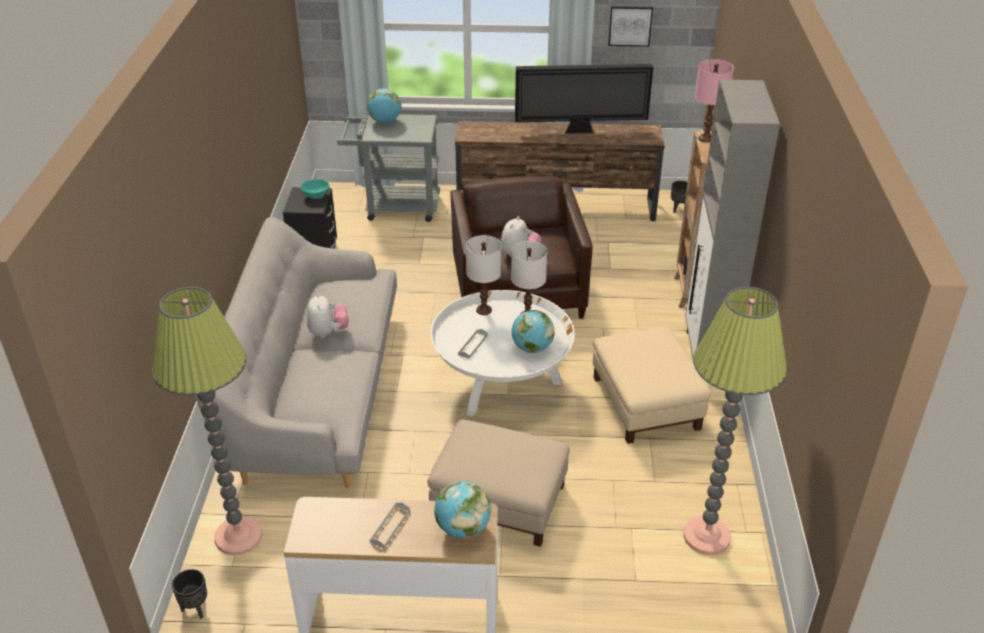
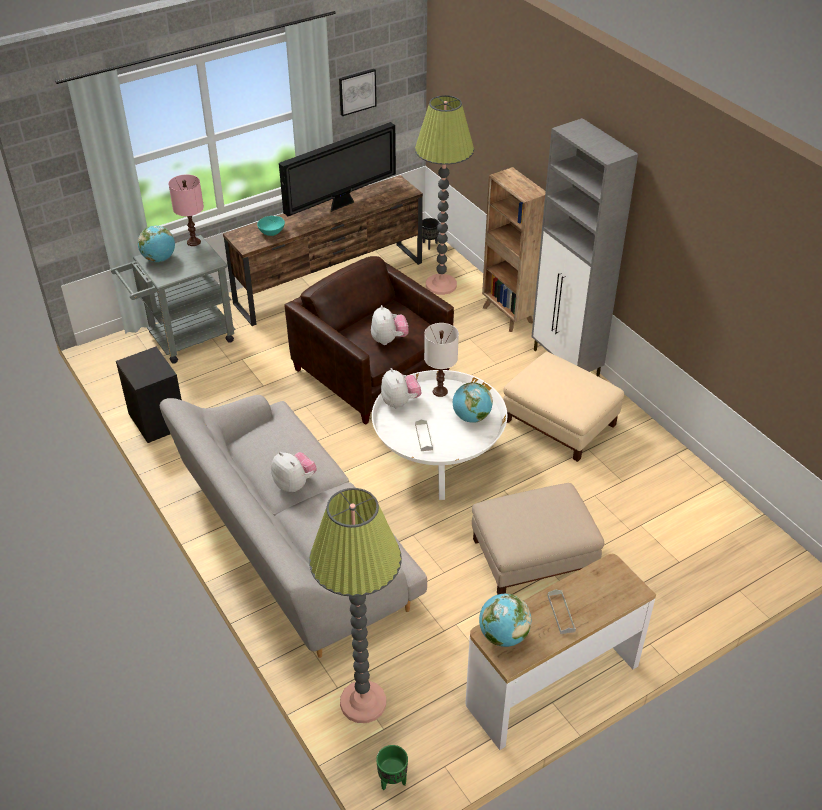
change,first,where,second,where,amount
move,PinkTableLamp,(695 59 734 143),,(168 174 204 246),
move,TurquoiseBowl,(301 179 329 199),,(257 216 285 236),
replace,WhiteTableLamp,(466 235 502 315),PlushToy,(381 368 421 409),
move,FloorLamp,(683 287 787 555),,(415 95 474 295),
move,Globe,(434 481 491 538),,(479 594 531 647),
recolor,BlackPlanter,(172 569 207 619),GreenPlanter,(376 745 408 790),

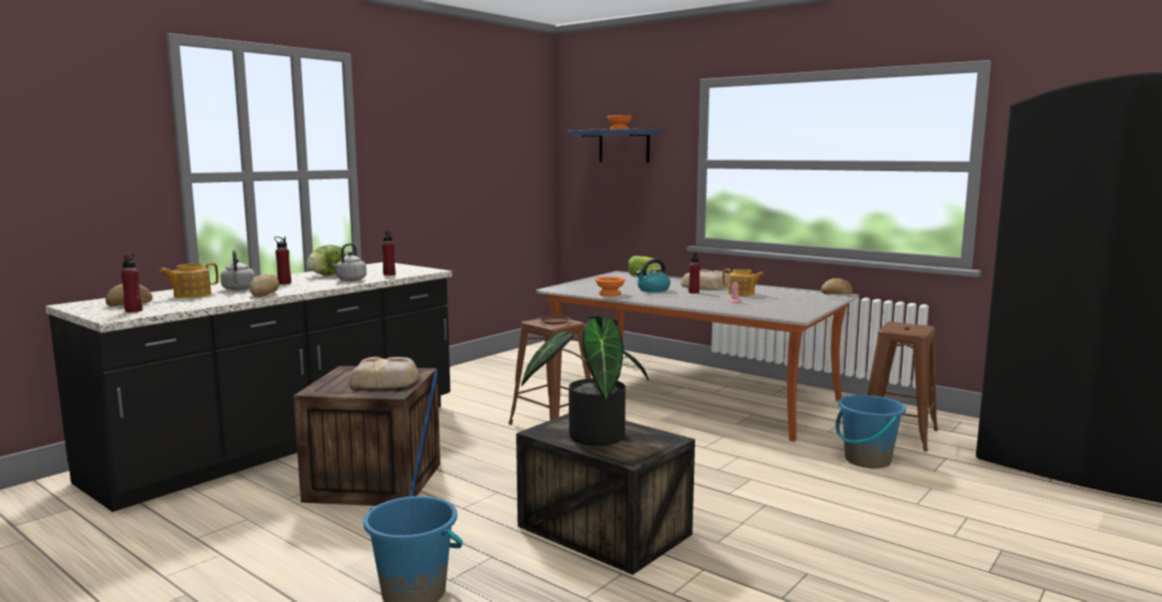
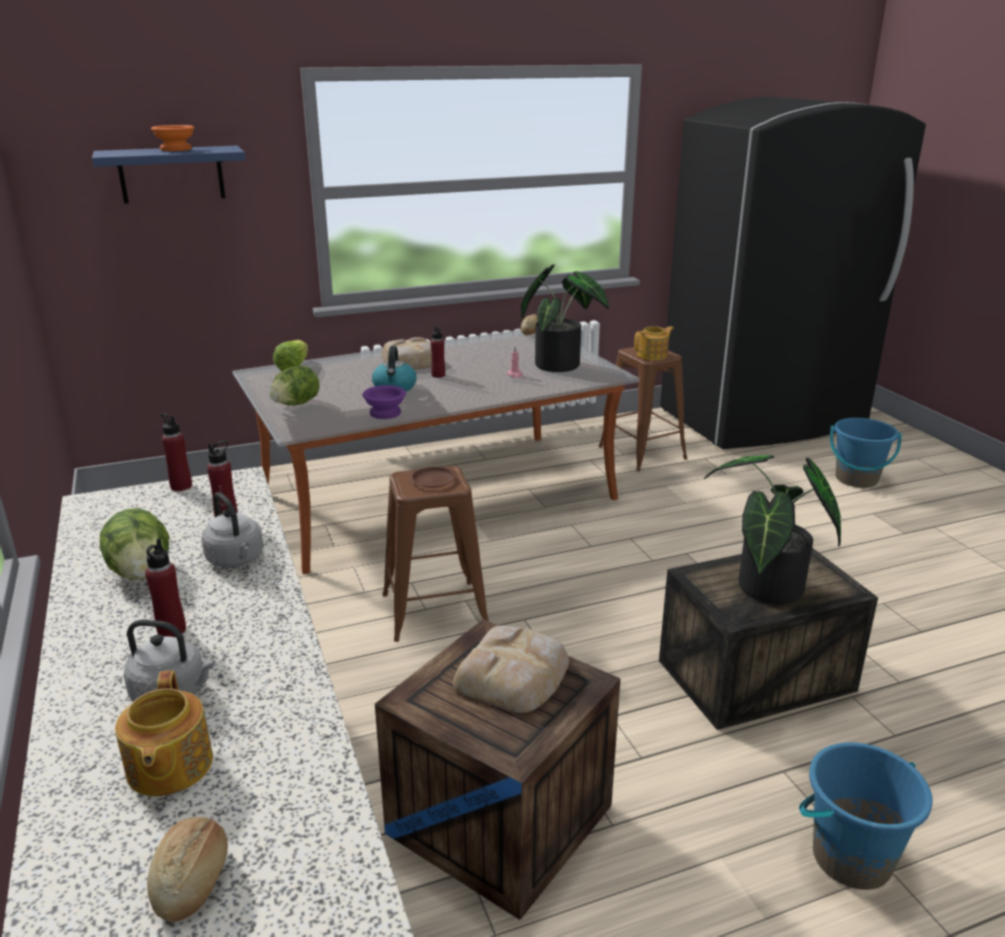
change,first,where,second,where,amount
move,RedBottle,(121 254 142 312),,(161 413 192 491),
move,Teapot,(722 269 764 296),,(634 326 674 360),
delete,Bread,(250 274 279 297),,,
recolor,OrangeBowl,(595 276 625 296),PurpleBowl,(363 385 406 419),
move,BlueBucket,(835 395 906 468),,(830 418 902 488),
insert,,,PottedPlant,(521 264 609 372),
insert,,,Lettuce,(269 366 320 405),

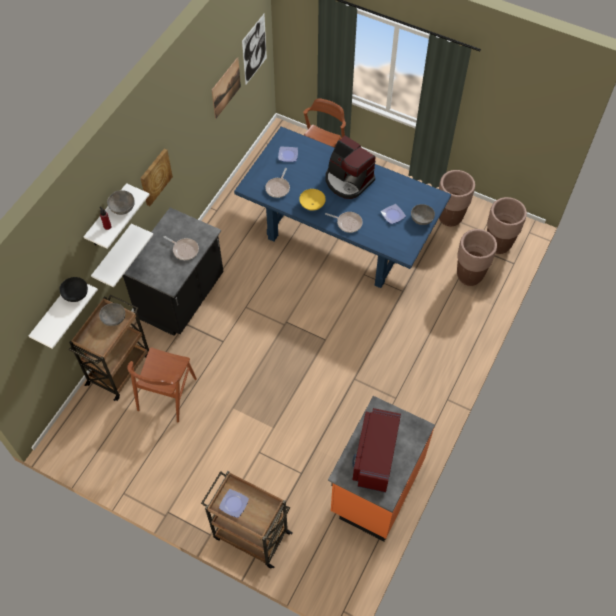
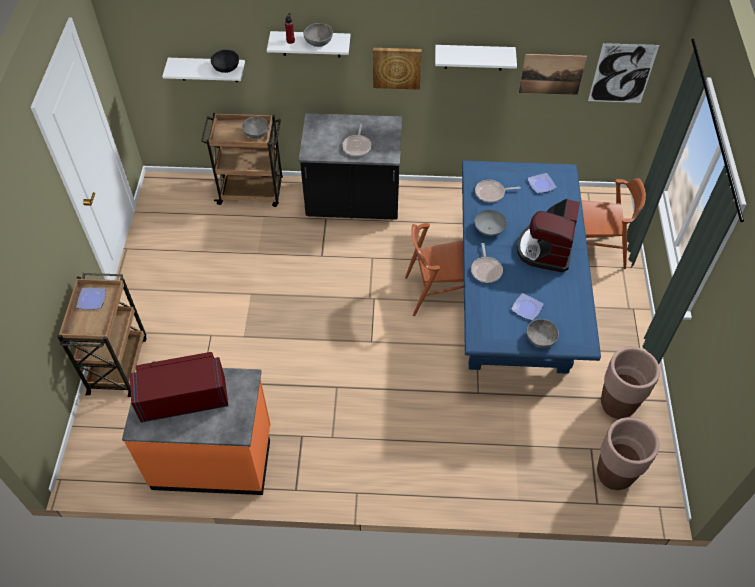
change,first,where,second,where,amount
recolor,YellowBowl,(299 189 326 211),GreyBowl,(474 210 507 236),
move,WhiteShelf,(91 224 153 288),,(435 45 517 71),
delete,BrownPlanter,(457 229 497 286),,,
move,BrownChair,(127 347 197 423),,(405 223 464 316),

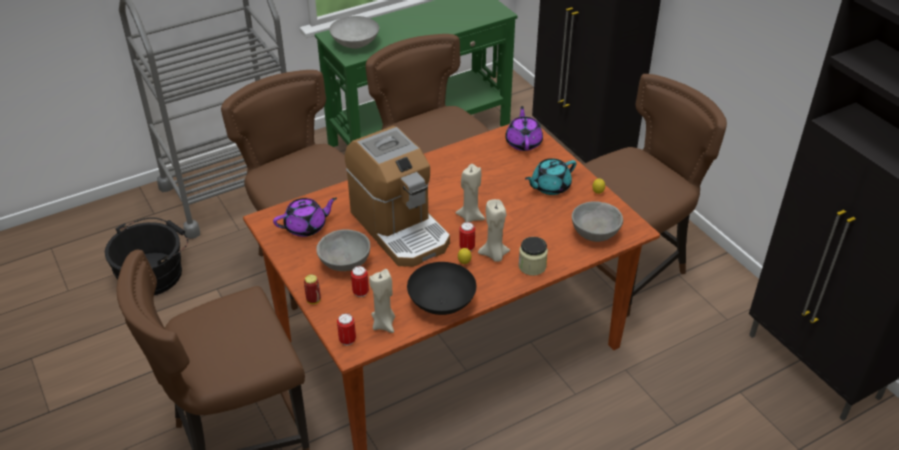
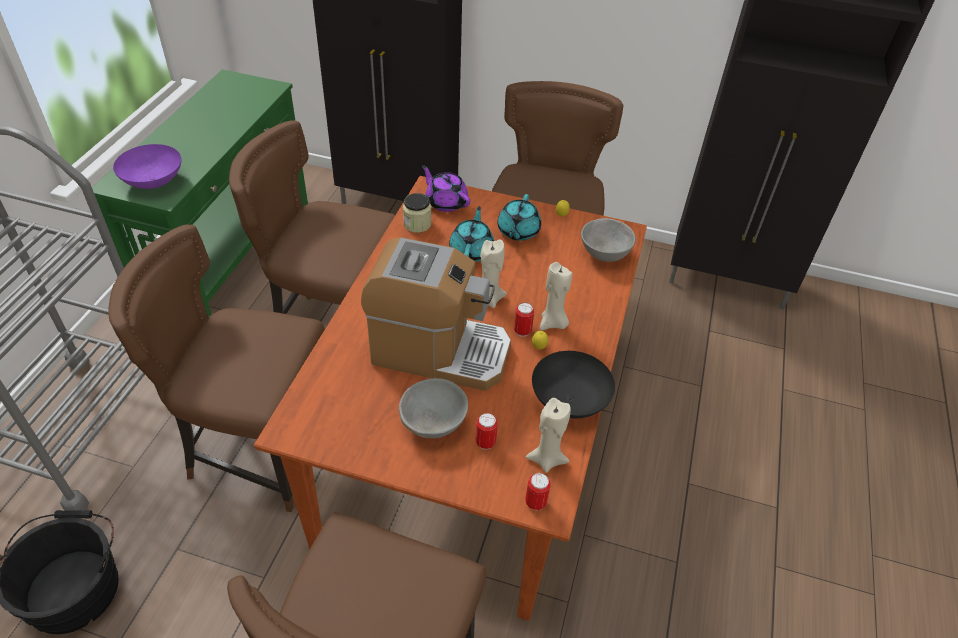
change,first,where,second,where,amount
recolor,GreyBowl,(329 16 379 49),PurpleBowl,(113 144 181 189),
delete,PurpleTeapot,(273 198 337 237),,,
move,Jar,(518 237 548 276),,(403 193 432 233),
delete,Can,(304 274 321 304),,,
insert,,,TurquoiseTeapot,(449 206 494 262),

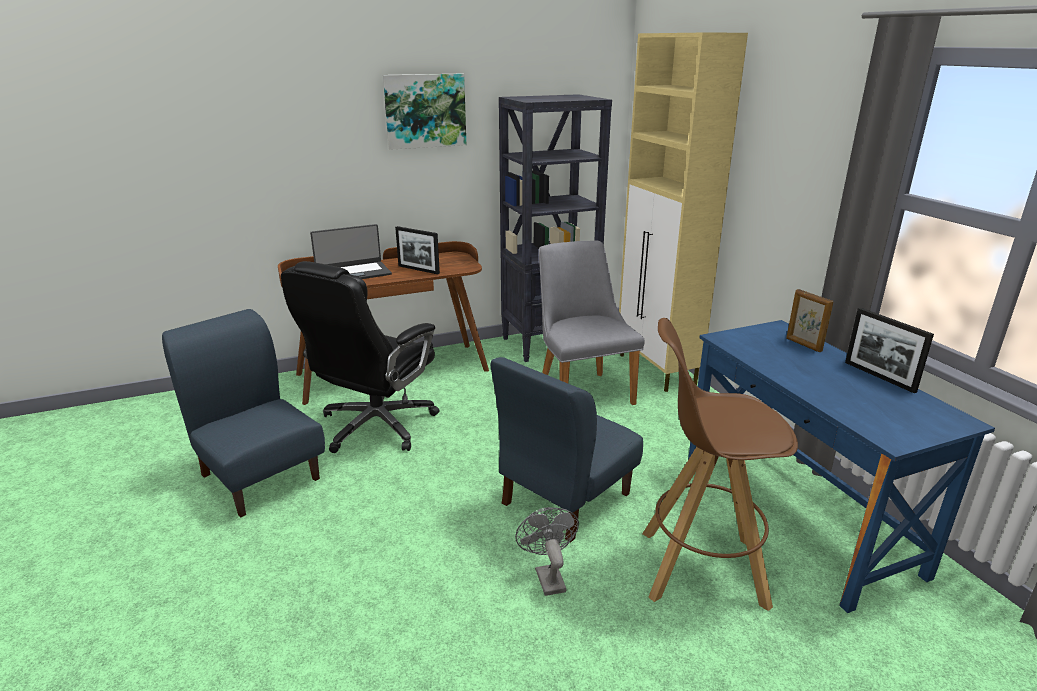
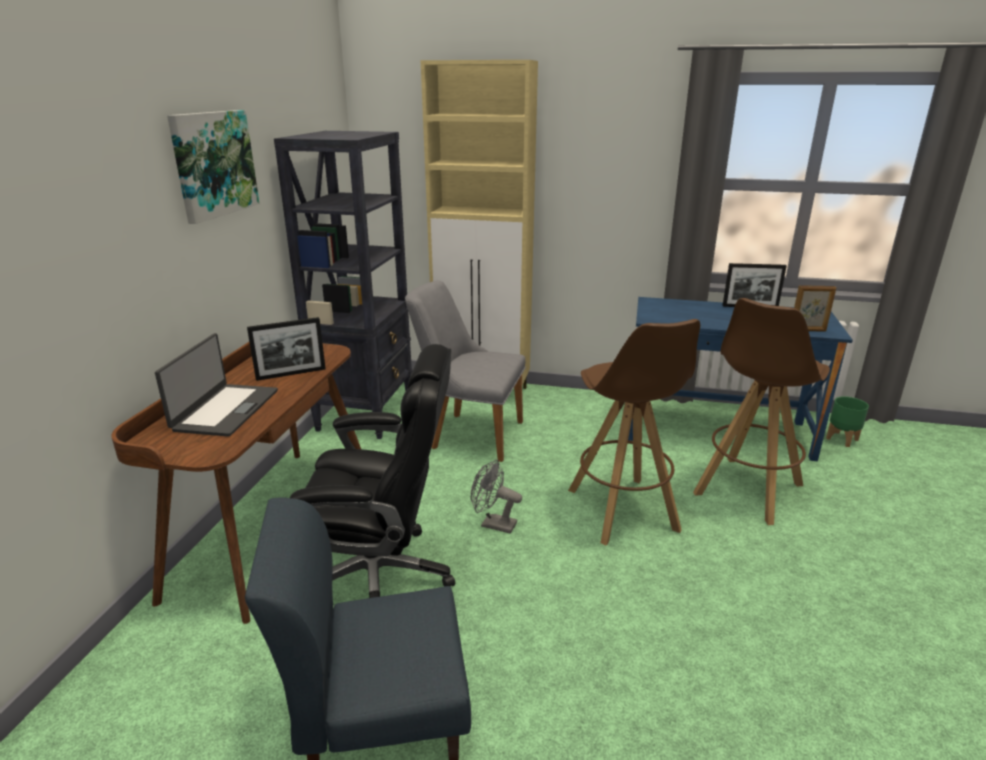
change,first,where,second,where,amount
rotate,BlackOfficeChair,(281 261 440 453),,(290 344 455 598),60 degrees counterclockwise
move,PictureFrame,(786 289 834 352),,(794 285 836 332),
replace,BlueChair,(490 357 643 542),BrownStool,(568 319 700 546),
move,GreyFan,(515 507 579 596),,(471 460 522 534),
insert,,,GreenPlanter,(826 396 869 447),

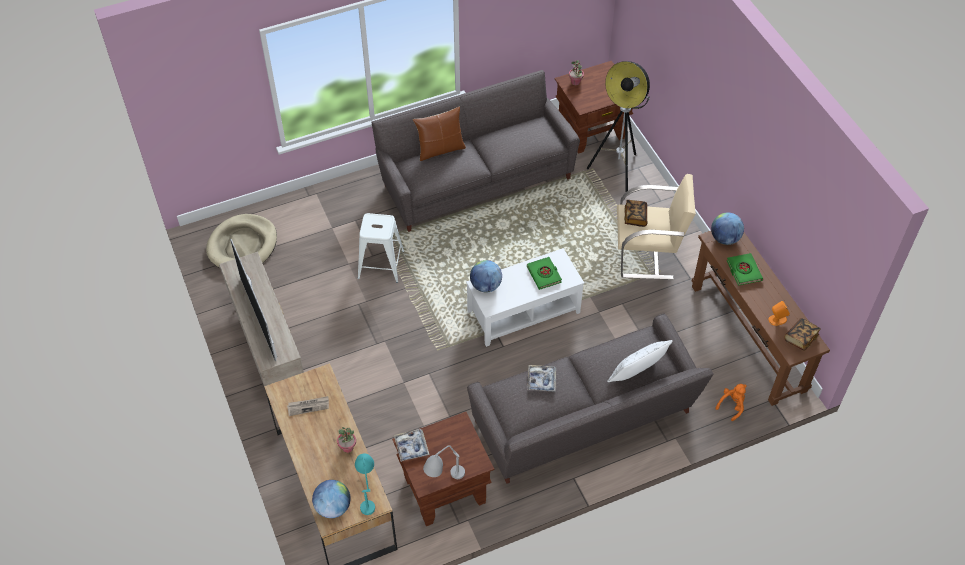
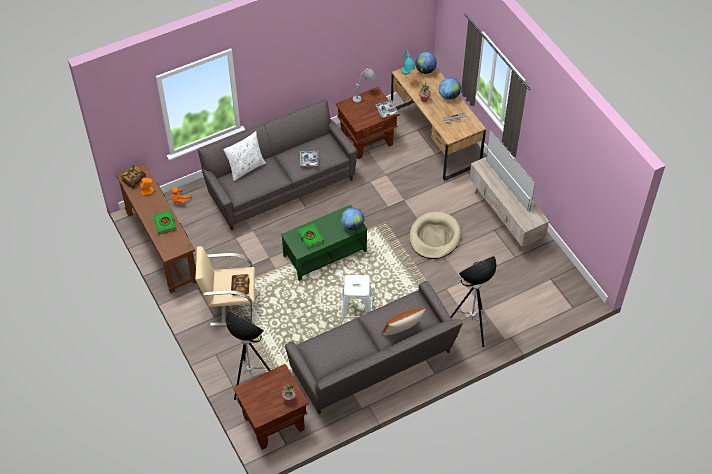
change,first,where,second,where,amount
move,WhiteStool,(358 213 404 283),,(340 275 373 325),
move,Globe,(711 213 744 245),,(439 78 461 100),
move,BeigeDogBed,(206 214 277 268),,(409 212 461 259),
recolor,WhiteCoffeeTable,(466 248 584 347),GreenCoffeeTable,(281 205 368 281),
insert,,,FloorLamp,(450 256 496 347),

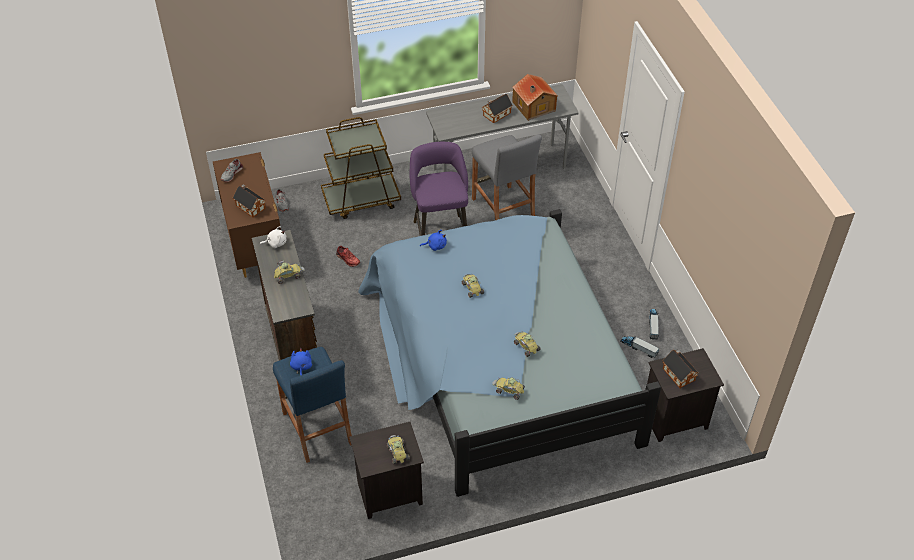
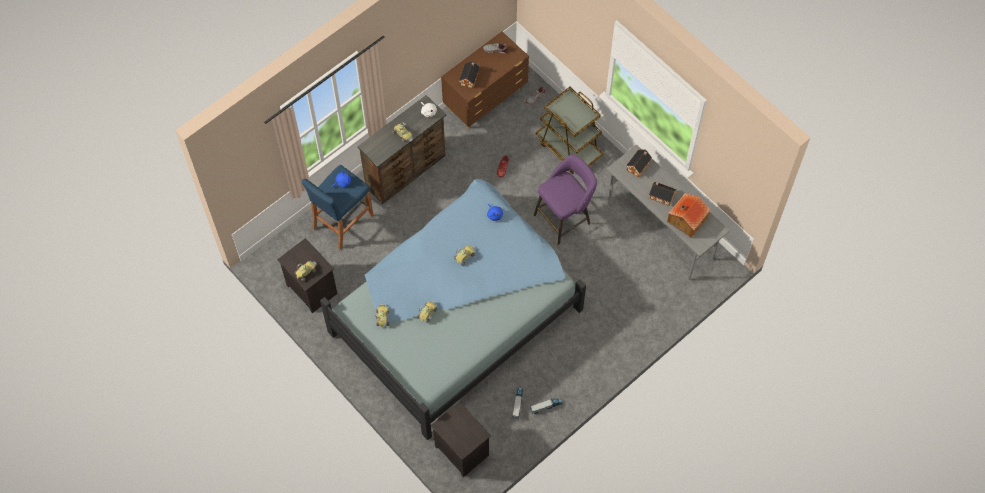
change,first,where,second,where,amount
delete,GreyStool,(472 134 542 220),,,
move,ToyHouse,(663 349 698 388),,(626 150 652 177),

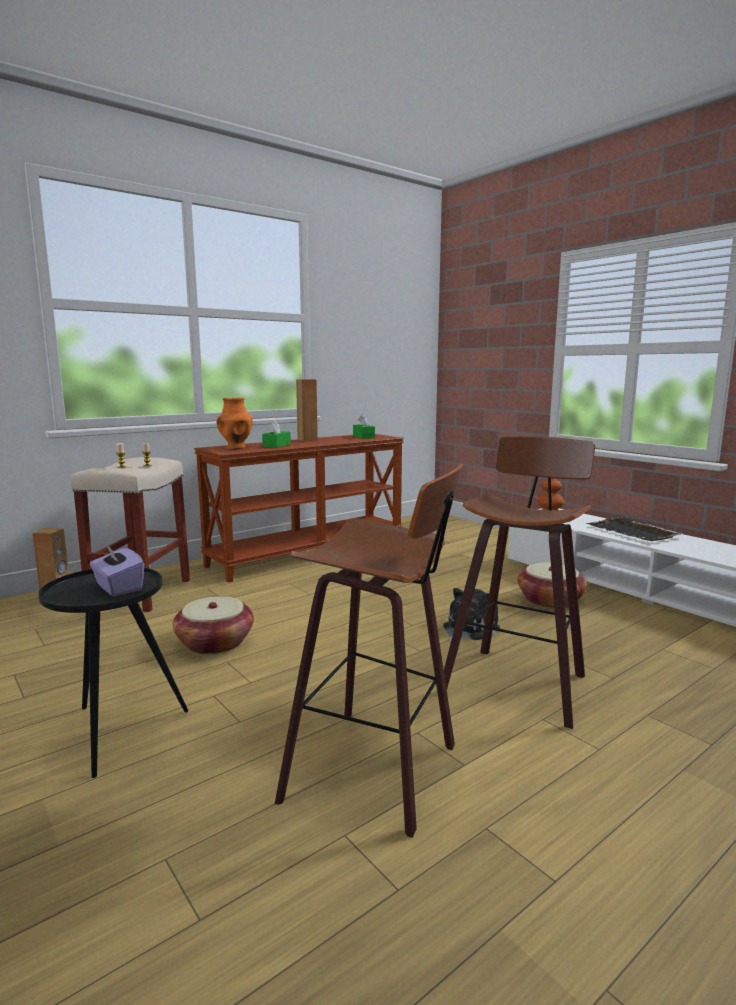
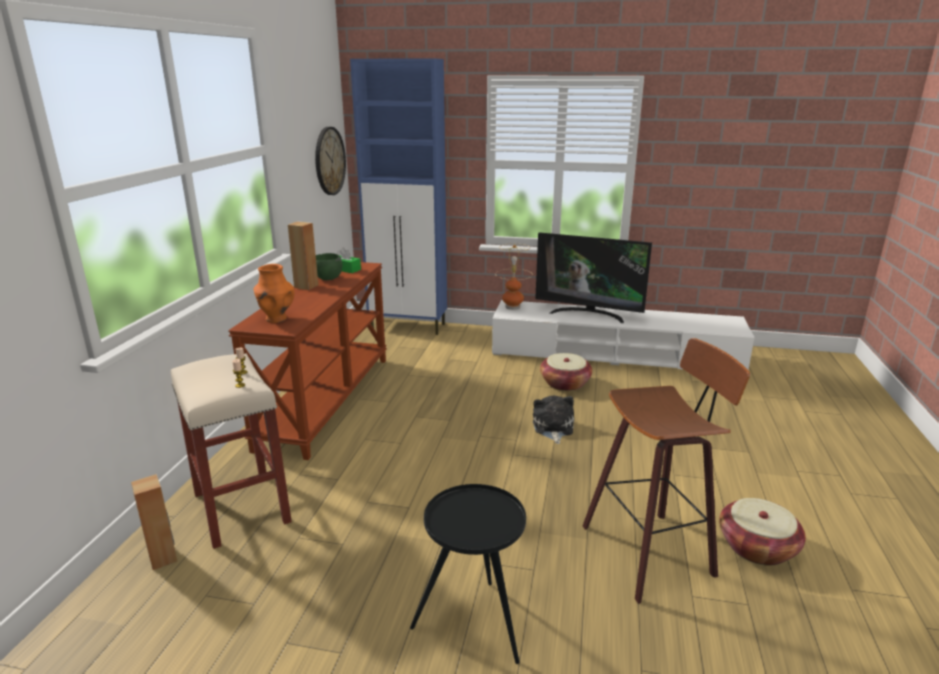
change,first,where,second,where,amount
delete,GreenTissueBox,(262 420 291 448),,,
delete,Stool,(444 436 595 729),,,
replace,BlackTray,(586 516 684 541),Television,(535 232 652 323),
delete,PurpleTissueBox,(90 543 144 596),,,
move,Basket,(173 596 254 654),,(719 498 806 566),
insert,,,BlueCabinet,(350 58 447 335),
insert,,,WallClock,(315 127 346 195),
insert,,,GreenBowl,(316 253 342 280),

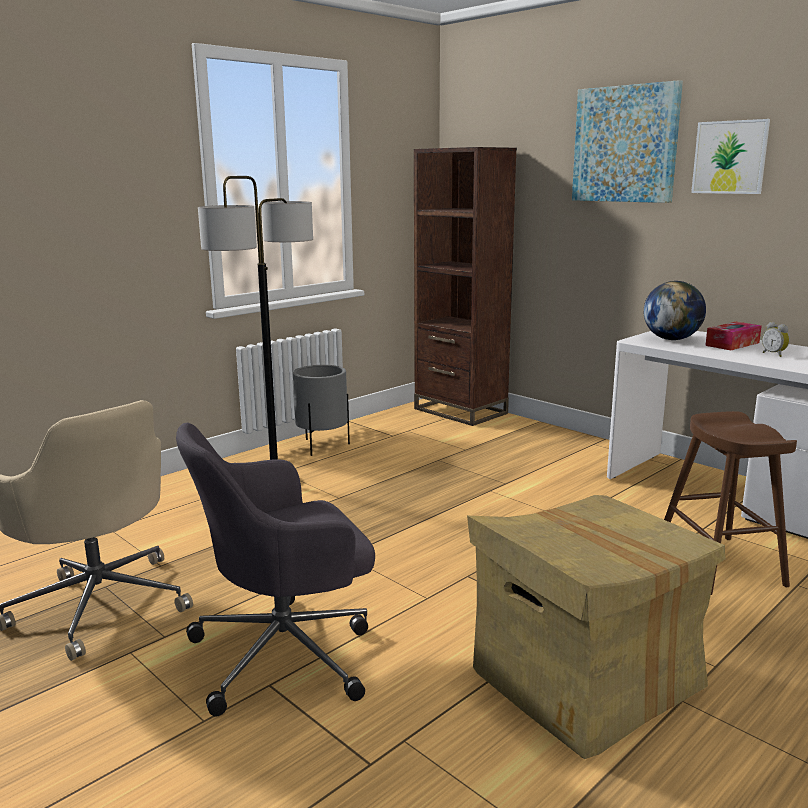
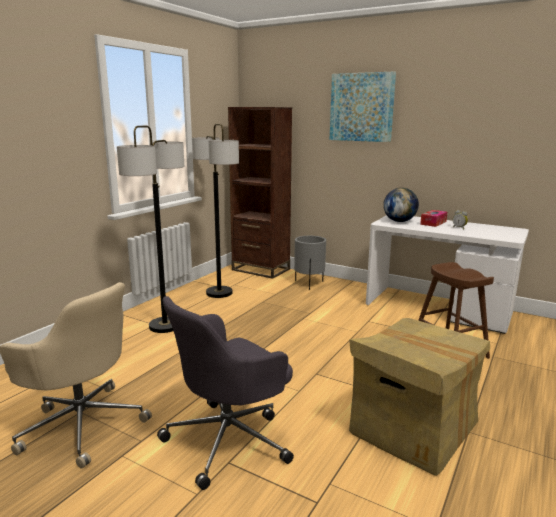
change,first,where,second,where,amount
delete,Picture,(691 119 770 194),,,
move,GreyPlanter,(293 365 350 456),,(294 236 326 290),
insert,,,FloorLamp,(192 124 239 298),

